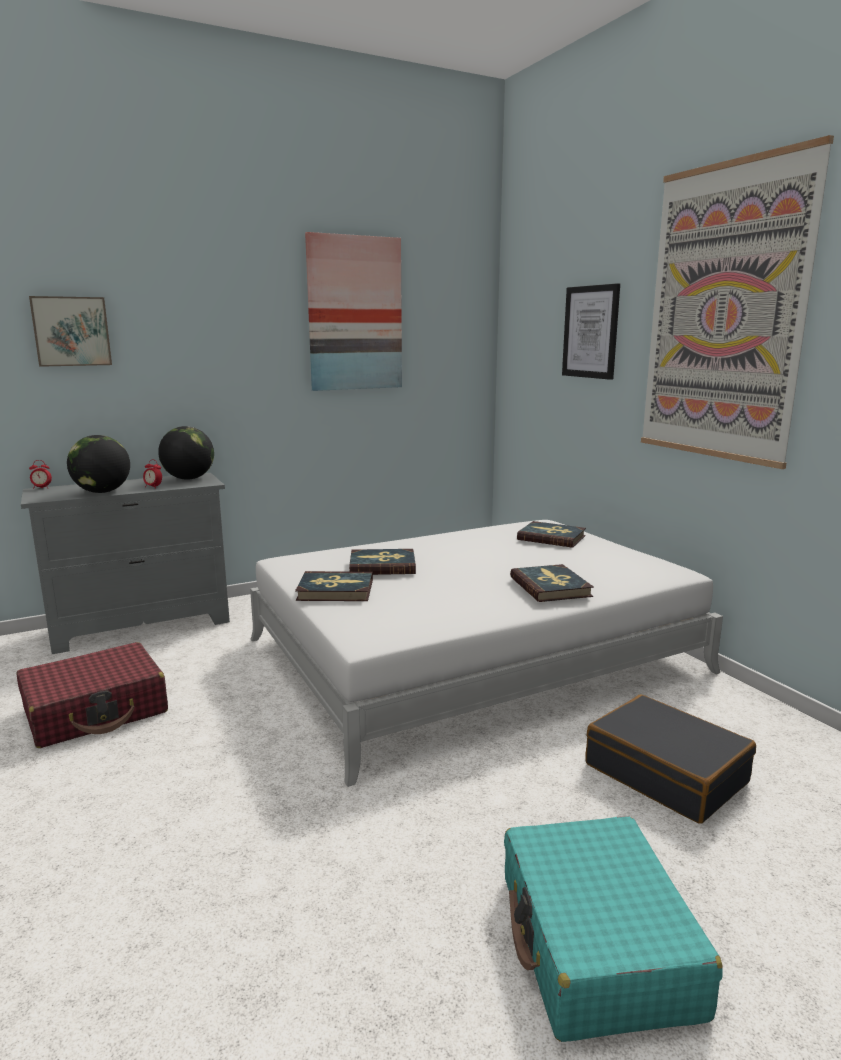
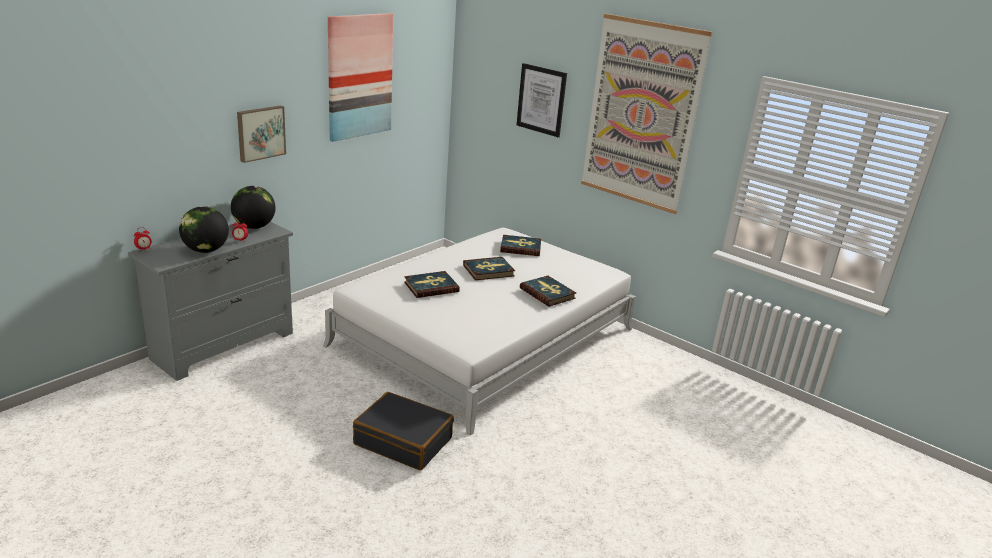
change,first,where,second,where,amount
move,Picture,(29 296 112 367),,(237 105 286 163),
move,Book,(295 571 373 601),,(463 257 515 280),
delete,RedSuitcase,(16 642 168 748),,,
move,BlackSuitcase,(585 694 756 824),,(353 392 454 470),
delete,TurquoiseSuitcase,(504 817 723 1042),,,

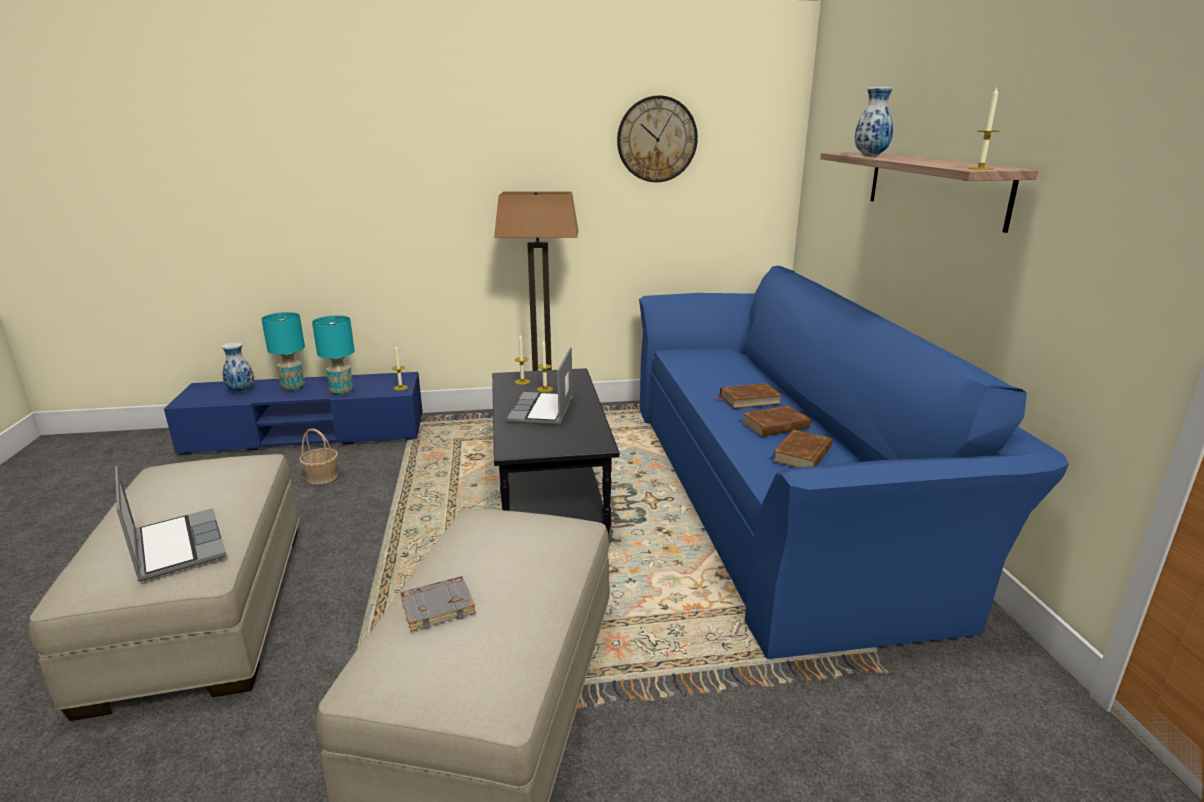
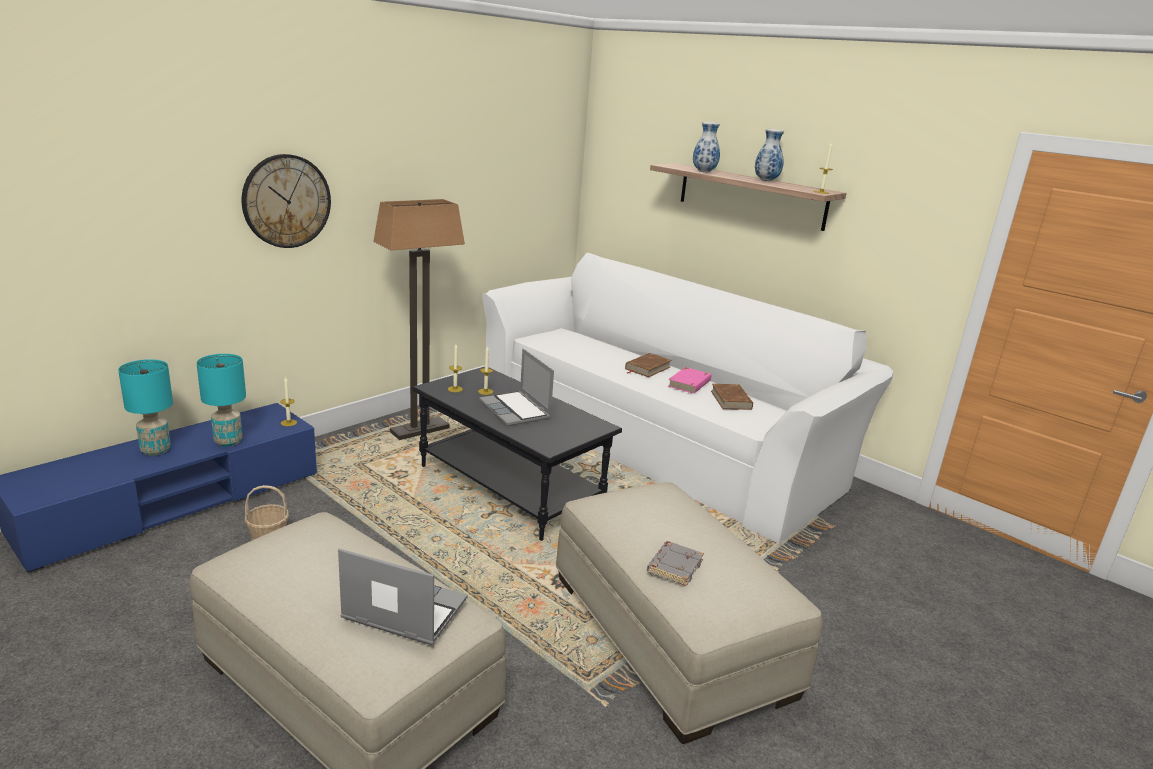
change,first,where,second,where,amount
move,WallClock,(617 95 698 182),,(241 154 331 248),
recolor,BlueSofa,(639 266 1069 659),WhiteSofa,(482 253 893 543),
move,Vase,(222 342 254 392),,(755 129 784 181),
recolor,BrownBook,(741 405 812 437),PinkBook,(668 367 711 394),

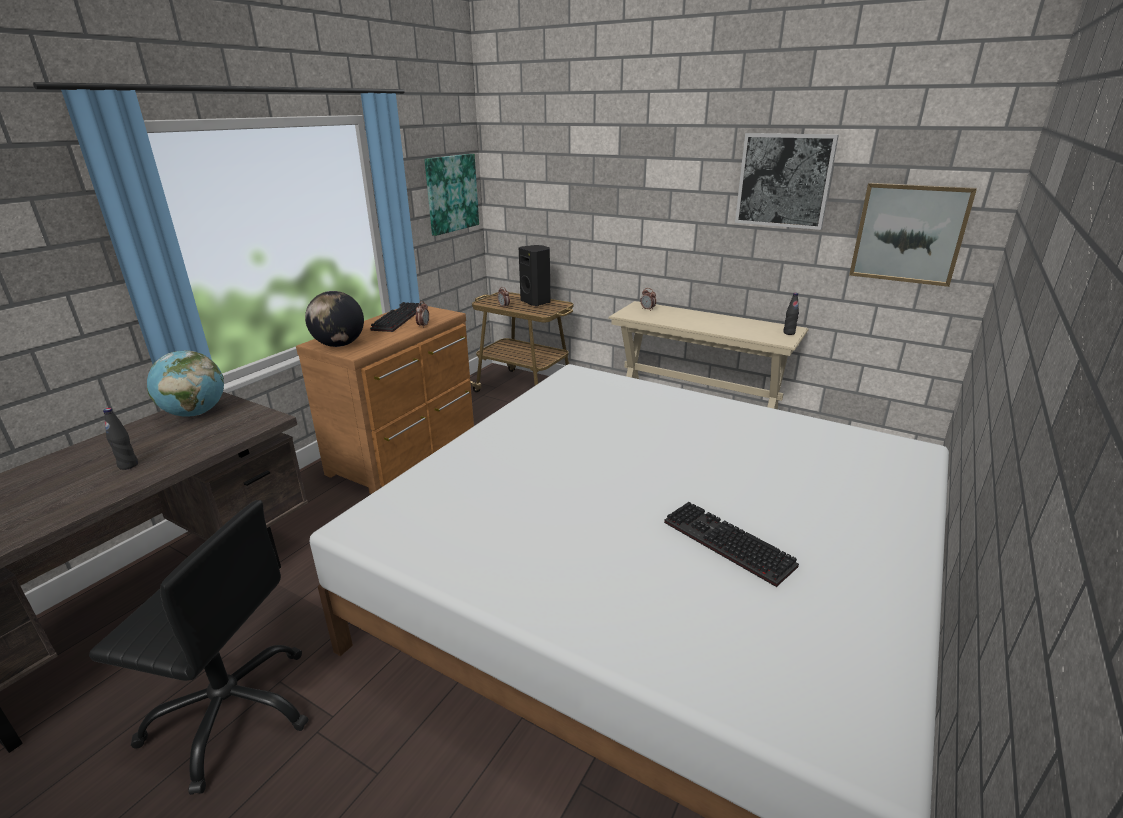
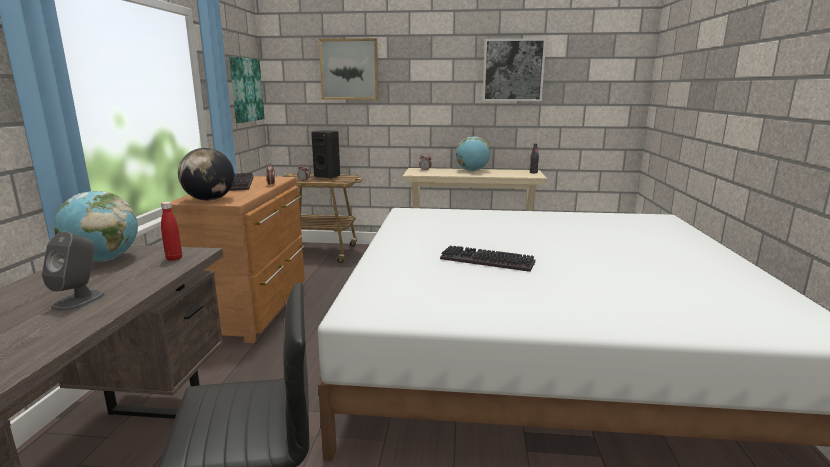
change,first,where,second,where,amount
move,Picture,(849 183 977 287),,(319 38 379 100),
replace,BlackBottle,(103 408 138 470),GreySpeaker,(42 231 105 311),
move,Keyboard,(664 502 799 587),,(440 246 535 272),
insert,,,Globe,(456 136 490 171),
insert,,,RedBottle,(161 202 182 261),

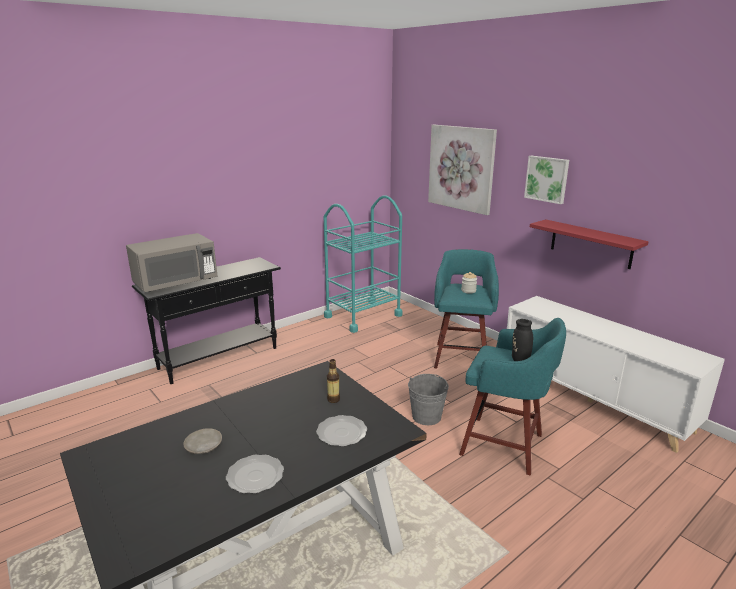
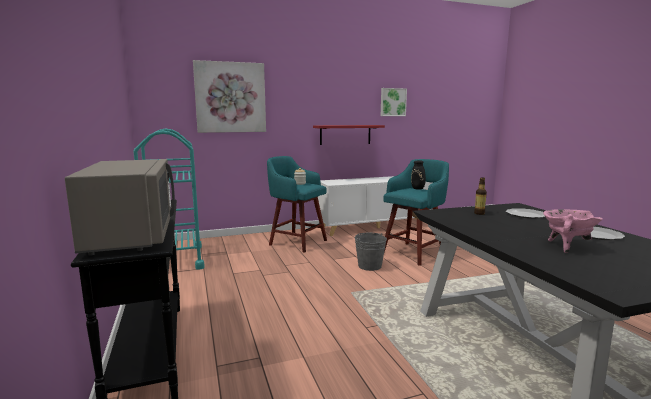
change,first,where,second,where,amount
move,Picture,(524 156 569 204),,(381 88 407 116),
replace,BeigePlate,(183 428 222 454),PinkCookingPot,(543 209 603 253),

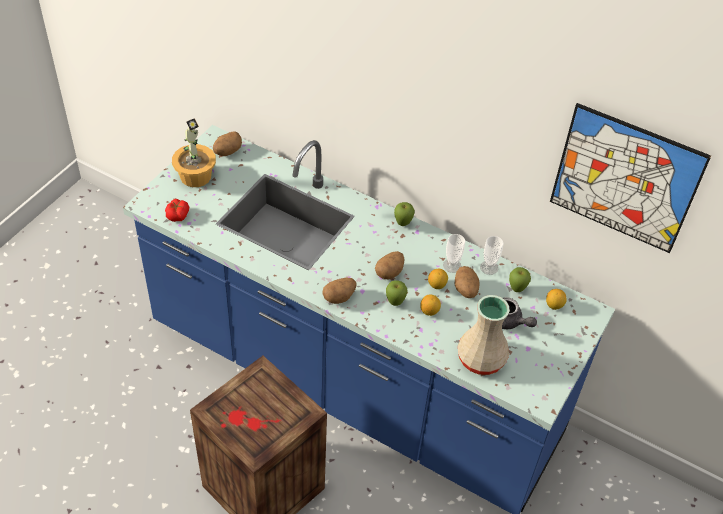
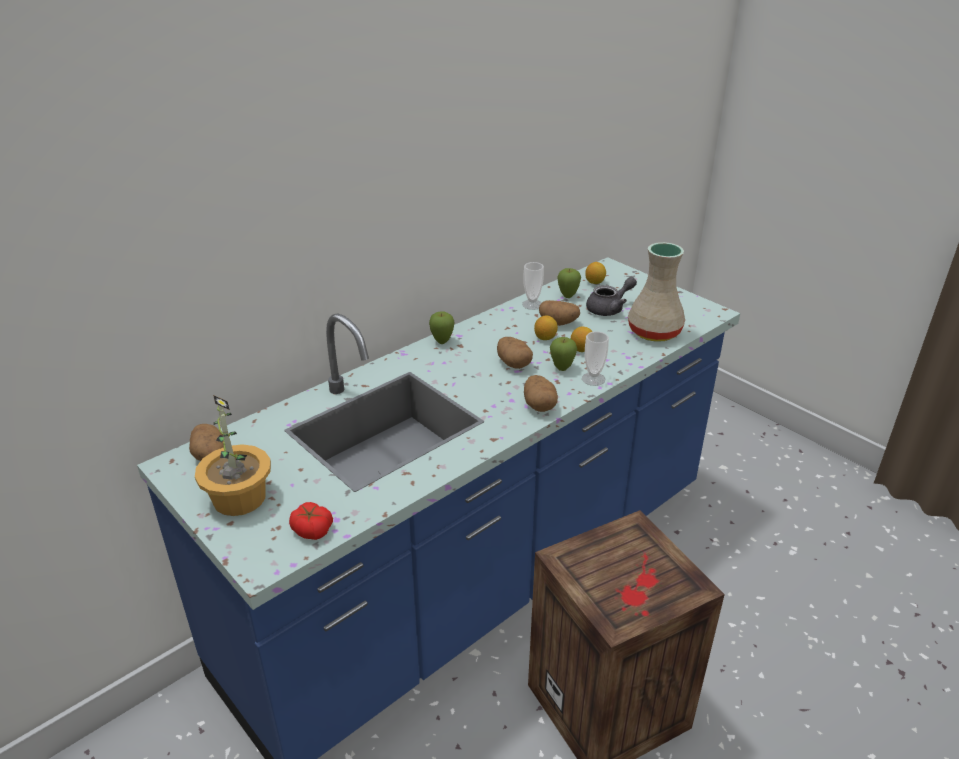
change,first,where,second,where,amount
delete,Picture,(550 103 711 253),,,
move,Cup,(443 234 465 273),,(582 331 609 386),

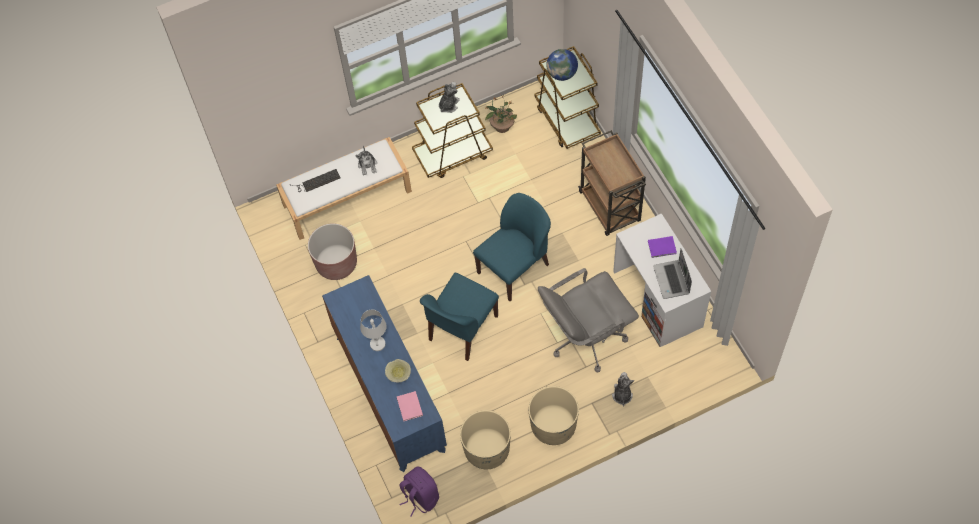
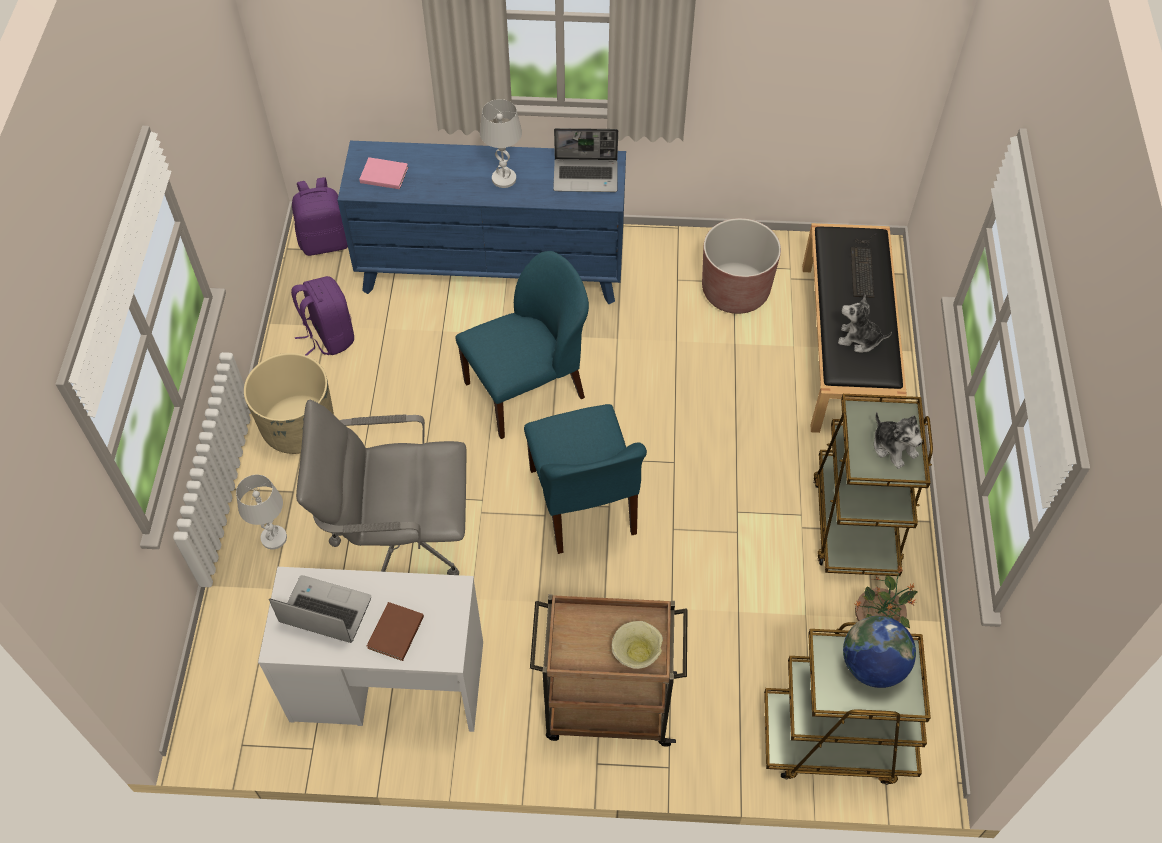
change,first,where,second,where,amount
recolor,WhiteBench,(276 137 412 240),BlackBench,(802 223 907 433),
recolor,PurpleBook,(648 236 677 258),BrownBook,(367 602 424 661),
rotate,GreyOfficeChair,(538 268 639 372),,(296 400 467 575),90 degrees counterclockwise
rotate,BlueChair,(420 273 499 361),,(455 251 589 439),90 degrees clockwise
move,BeigeBowl,(385 359 411 382),,(612 621 663 669),
replace,PlushToy,(612 372 634 407),WhiteTableLamp,(236 475 287 549),
replace,BeigePlanter,(460 410 511 469),PurpleBackpack,(291 276 354 356),
insert,,,Laptop,(553 128 618 192),

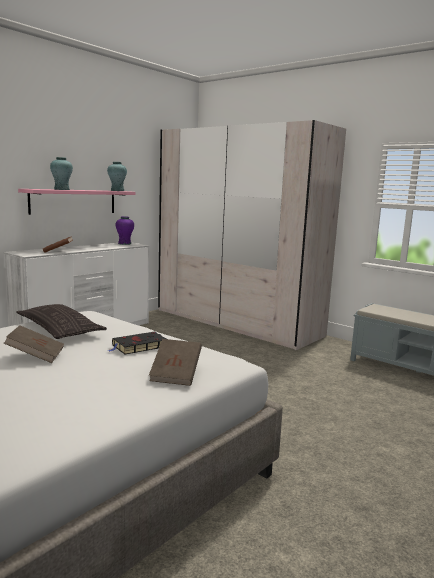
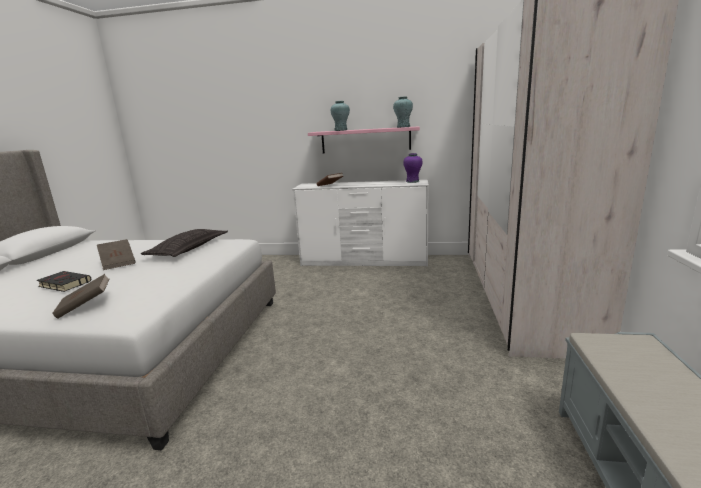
change,first,where,second,where,amount
move,BlackBook,(108 332 166 354),,(36 271 91 292),

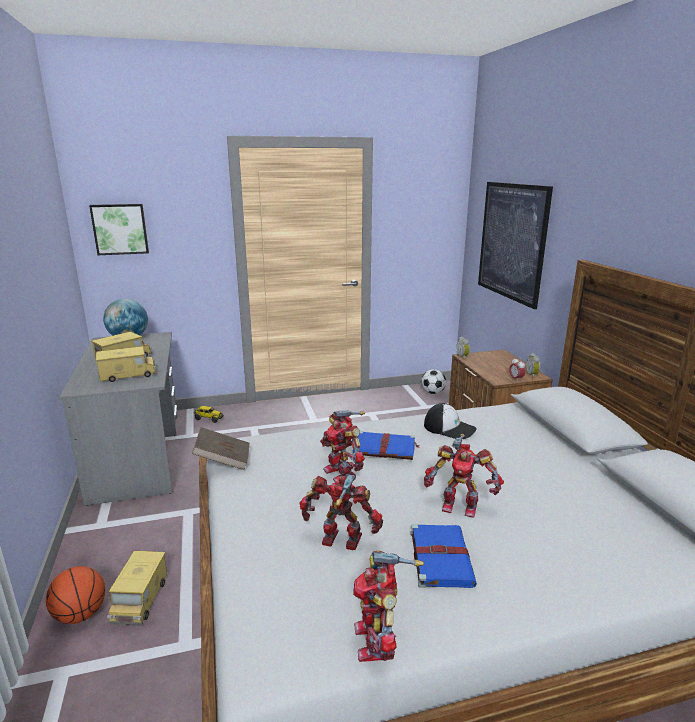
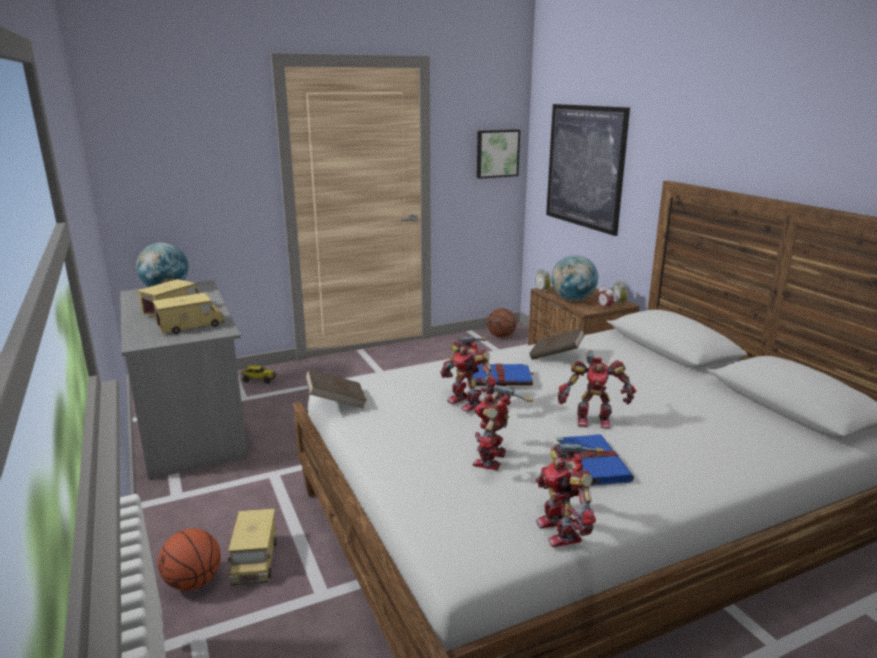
change,first,where,second,where,amount
move,Picture,(89 204 149 255),,(477 129 520 179),
replace,Football,(421 369 446 394),Basketball,(487 308 517 338),
replace,Cap,(424 403 477 439),BrownBook,(529 328 585 360),
rotate,ToyRobot,(300 475 383 550),,(473 384 533 471),75 degrees counterclockwise
insert,,,Globe,(551 255 598 301),

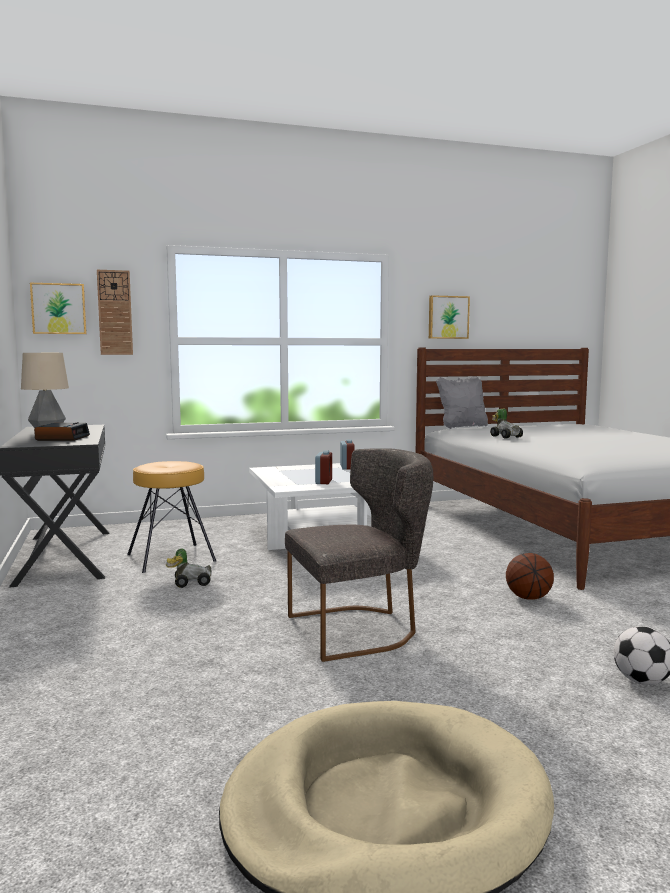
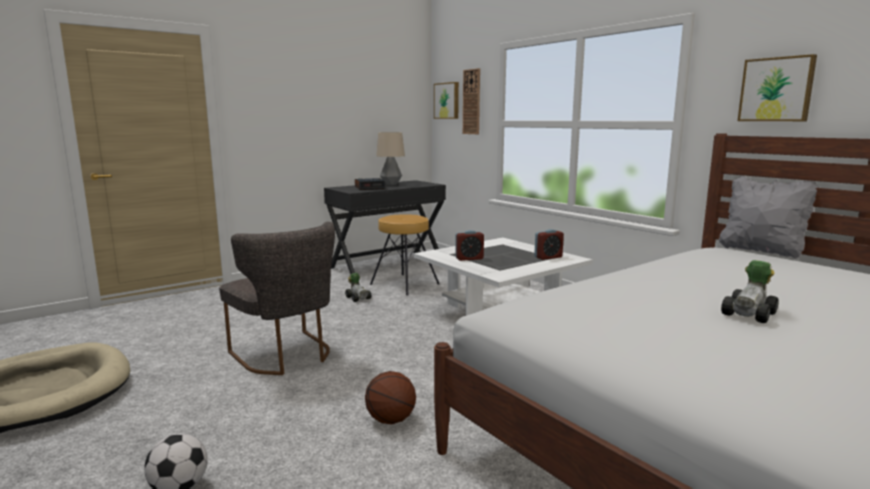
change,first,where,second,where,amount
move,ToyCar,(490 409 523 439),,(721 260 779 323),

